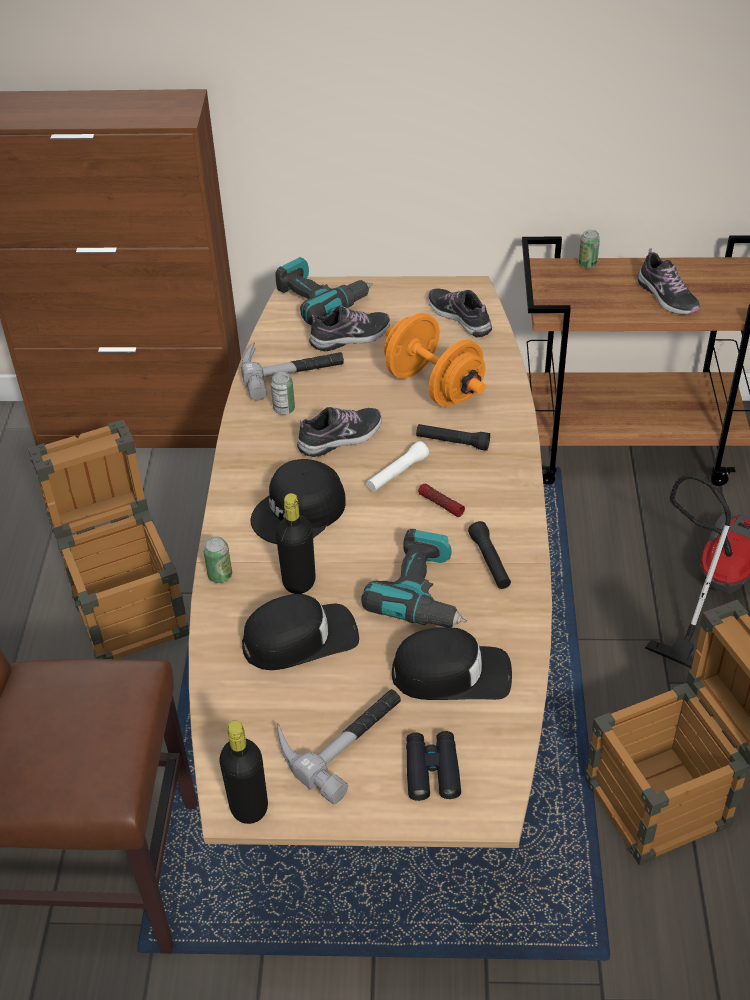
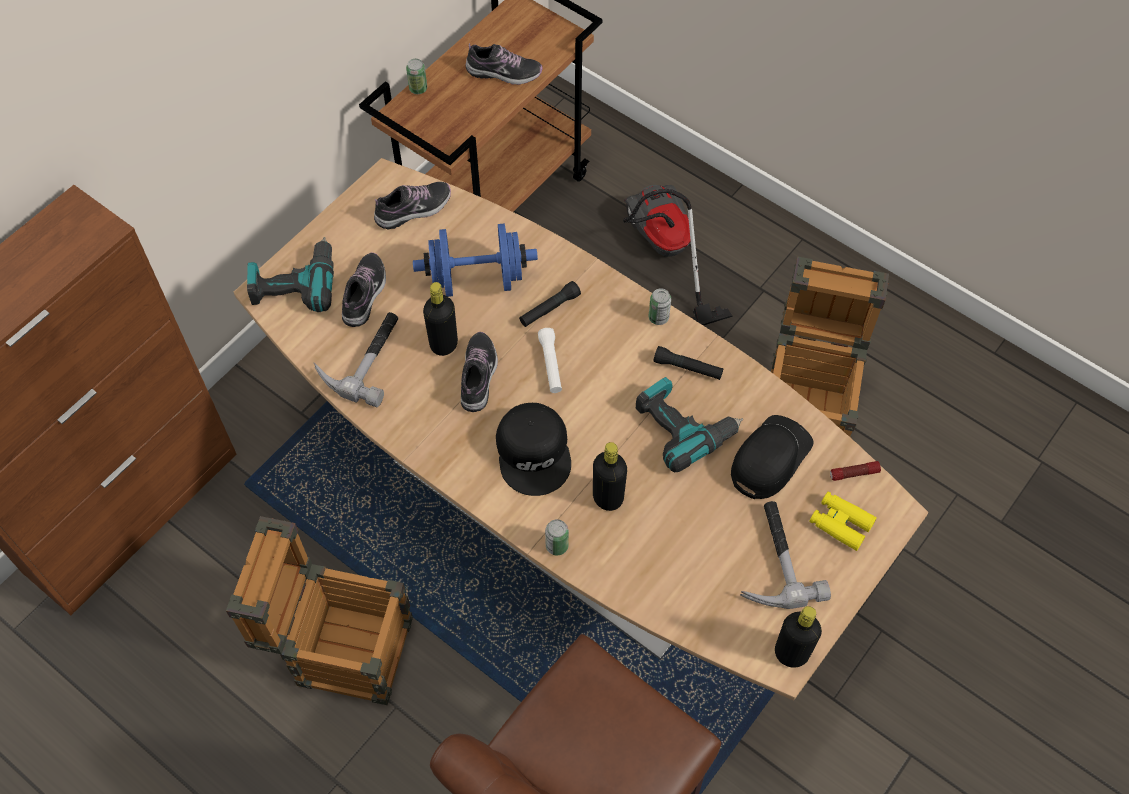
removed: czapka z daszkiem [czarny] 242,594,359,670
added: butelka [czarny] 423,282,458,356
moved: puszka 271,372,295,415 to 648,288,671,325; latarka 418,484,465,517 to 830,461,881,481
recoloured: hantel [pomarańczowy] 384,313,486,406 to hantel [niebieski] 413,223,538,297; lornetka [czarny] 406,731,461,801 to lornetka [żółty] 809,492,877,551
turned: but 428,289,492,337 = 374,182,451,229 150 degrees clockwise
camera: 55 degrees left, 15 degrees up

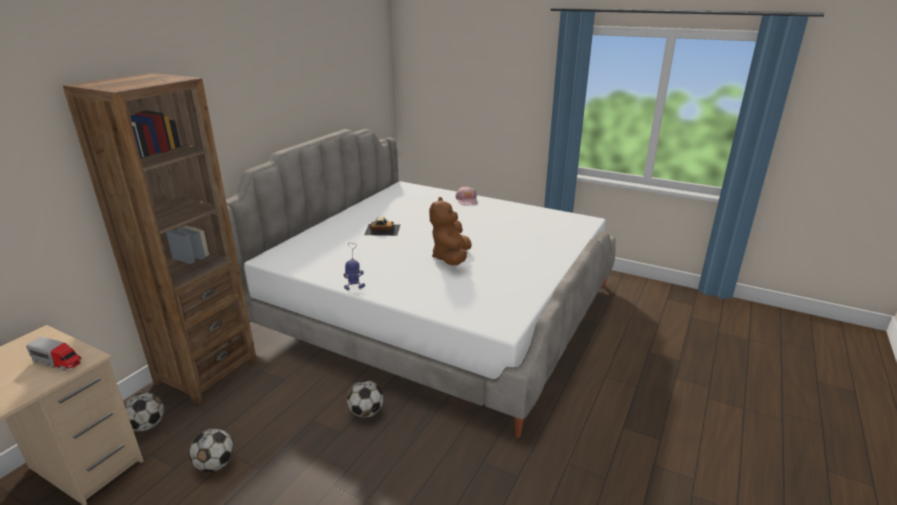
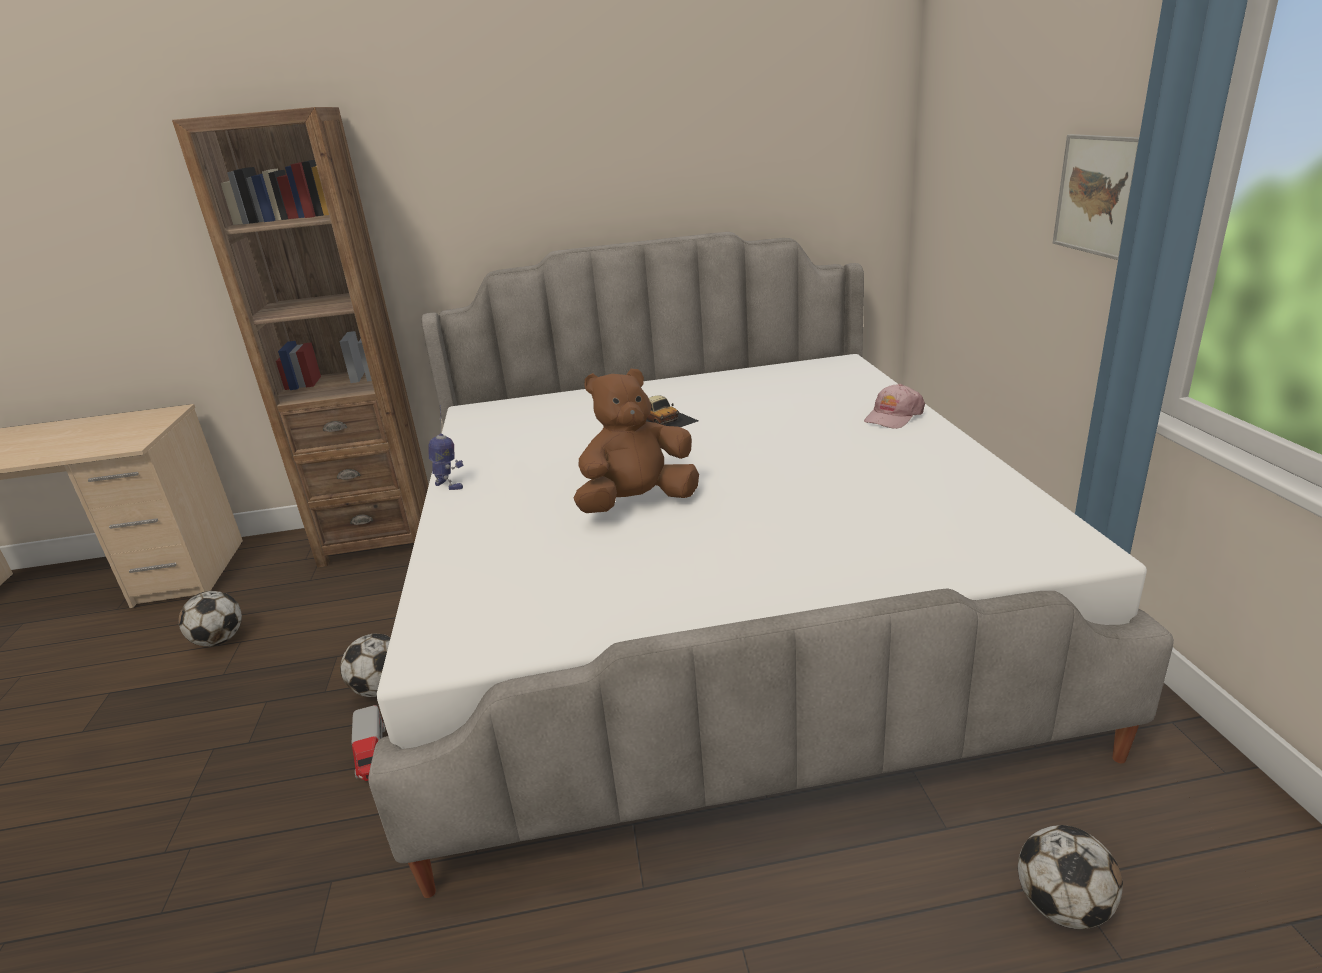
added: obraz 1053,134,1139,260
moved: ciężarówka zabawkowa 26,337,82,371 to 352,705,385,781; piłka futbolowa 124,392,164,431 to 1018,825,1123,929
camera: 55 degrees right, 0 degrees up

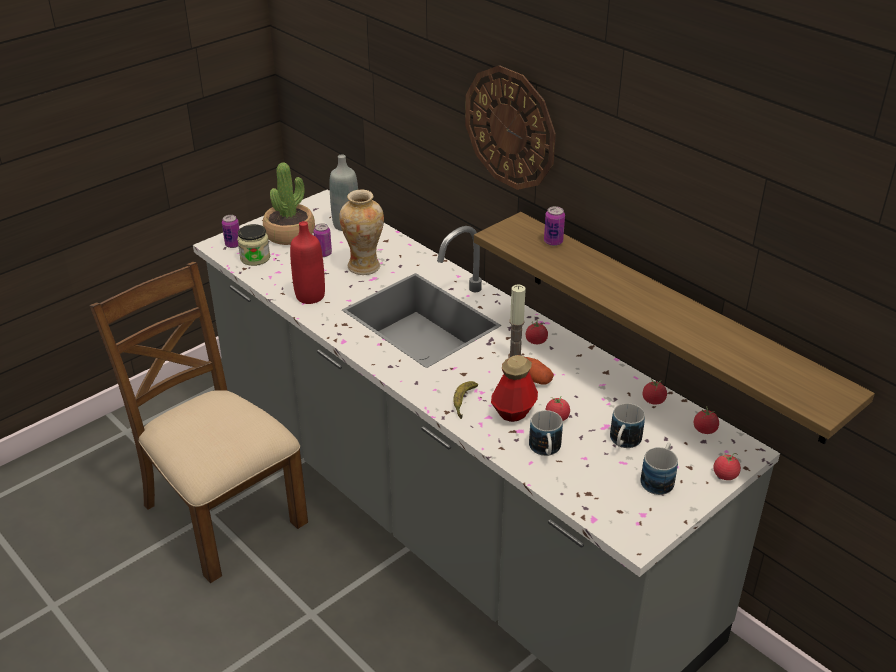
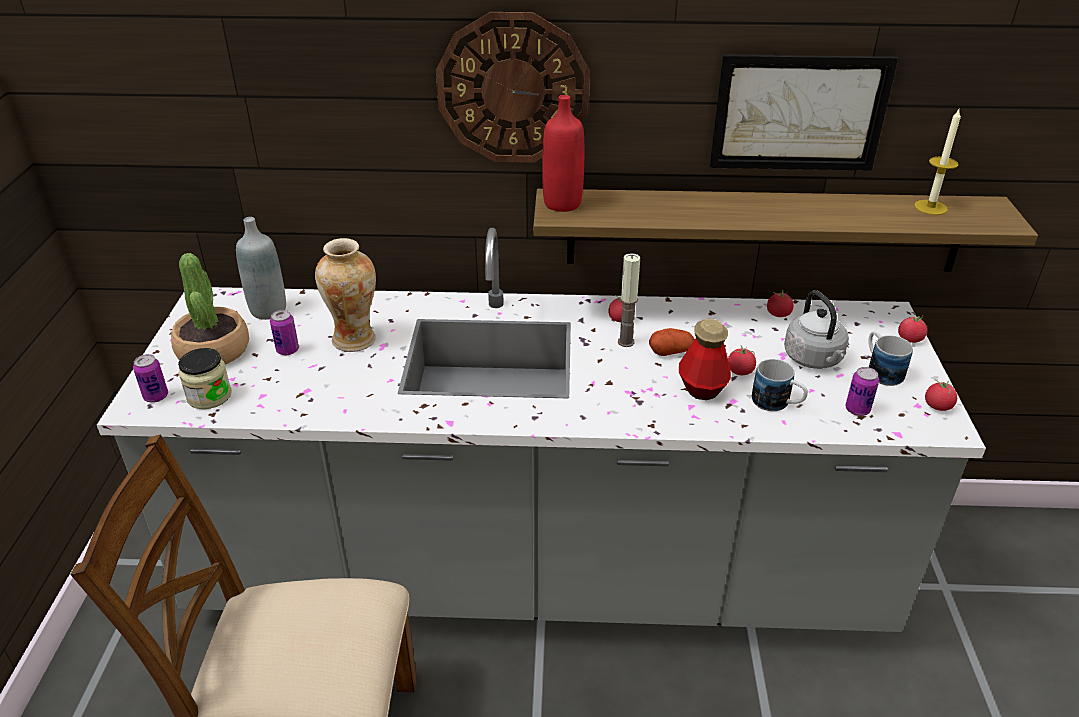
removed: banan 453,381,478,419
added: obraz 709,54,898,171; świeca 914,109,961,215
moved: puszka 544,206,565,246 to 845,367,879,416; butelka [czerwony] 290,221,325,304 to 542,95,584,212; pomidor 694,408,719,434 to 925,380,957,411
replaced: kubek 610,403,645,448 to czajnik [szary] 784,290,849,369
camera: 45 degrees left, 0 degrees up

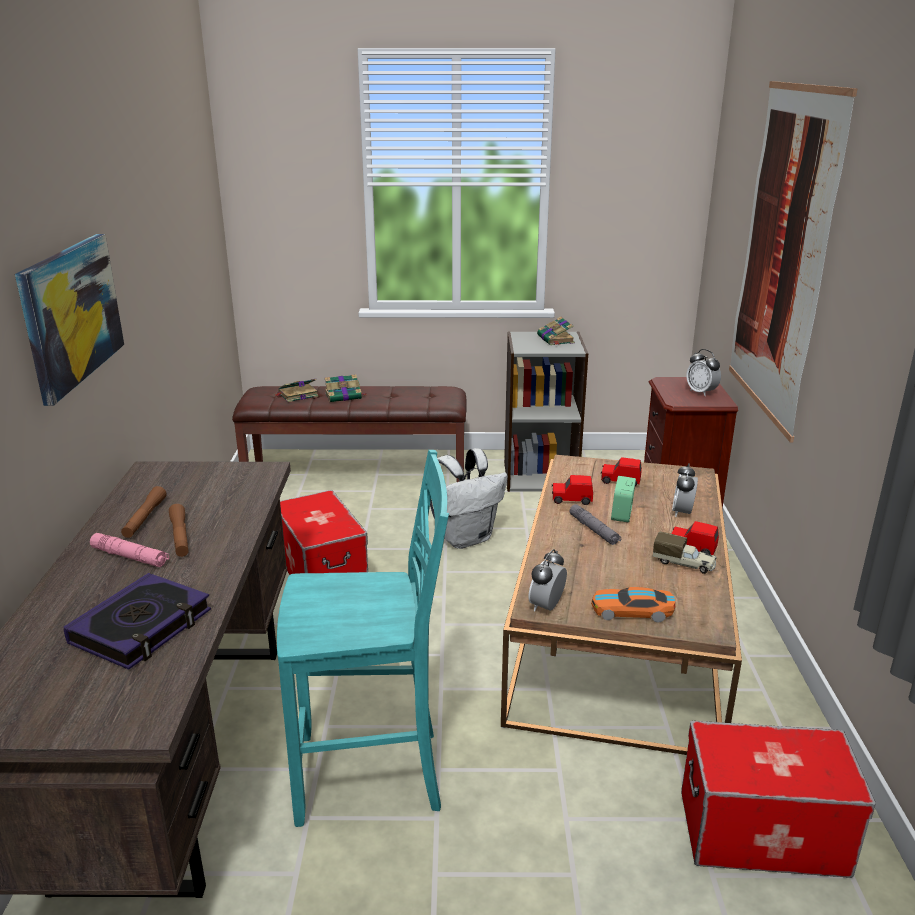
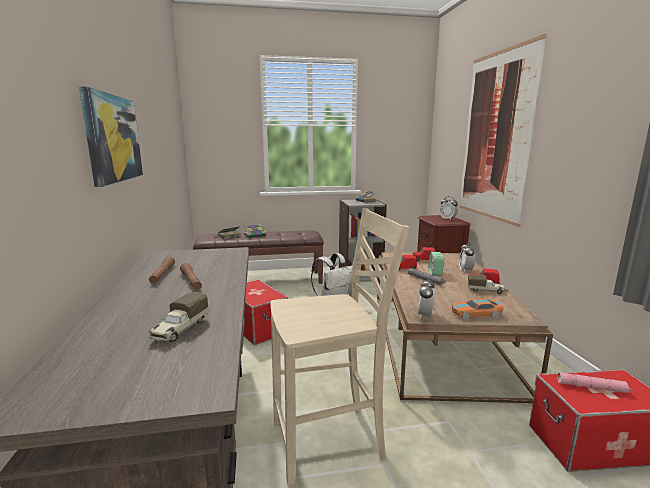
moved: latarka [różowy] 90,533,169,567 to 557,373,631,393
replaced: książka 63,573,211,670 to ciężarówka zabawkowa 149,292,208,342
recoloured: krzesło [turkusowy] 277,450,449,827 to krzesło [beżowy] 270,208,409,486
camera: 10 degrees left, 10 degrees down

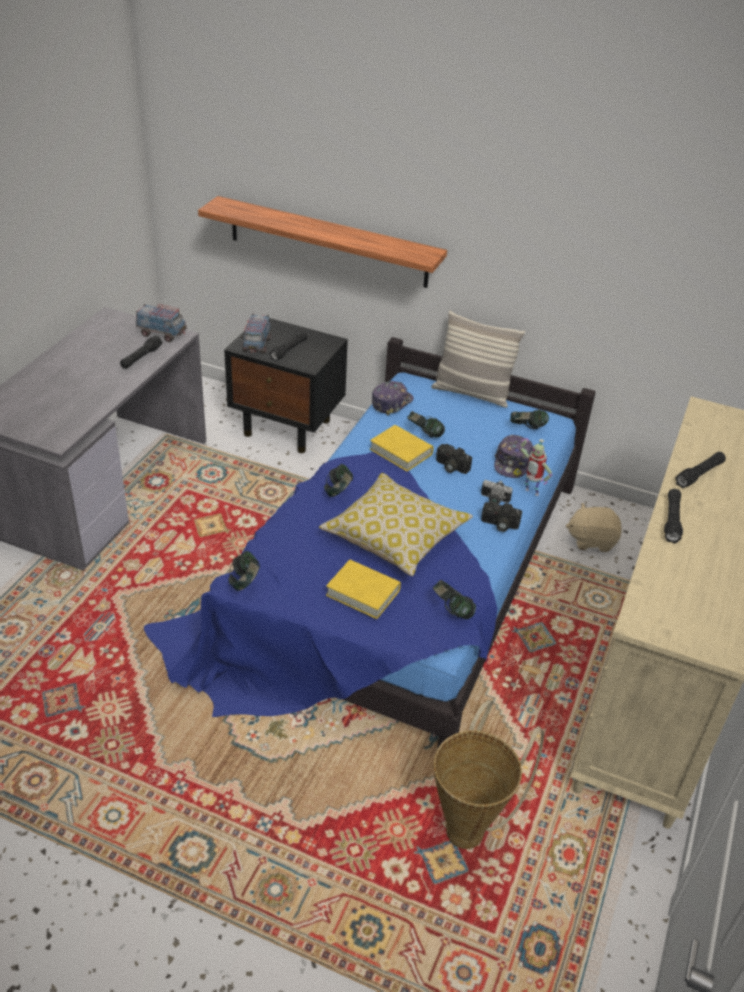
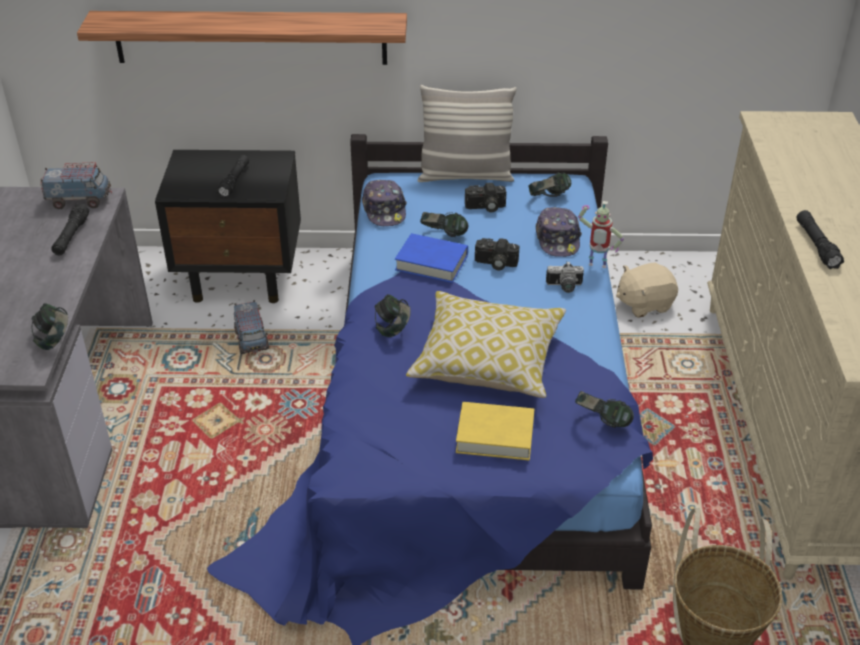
removed: latarka [czarny] 675,452,726,488
moved: ciężarówka zabawkowa 242,314,271,354 to 234,300,269,354; aparat fotograficzny 481,501,522,532 to 465,183,506,212; słuchawki 228,551,260,591 to 32,303,68,350
recoloured: książka [żółty] 370,425,433,471 to książka [niebieski] 395,233,468,283
turned: czapka z daszkiem 372,381,414,416 = 362,180,407,226 150 degrees clockwise
camera: 20 degrees left, 0 degrees up

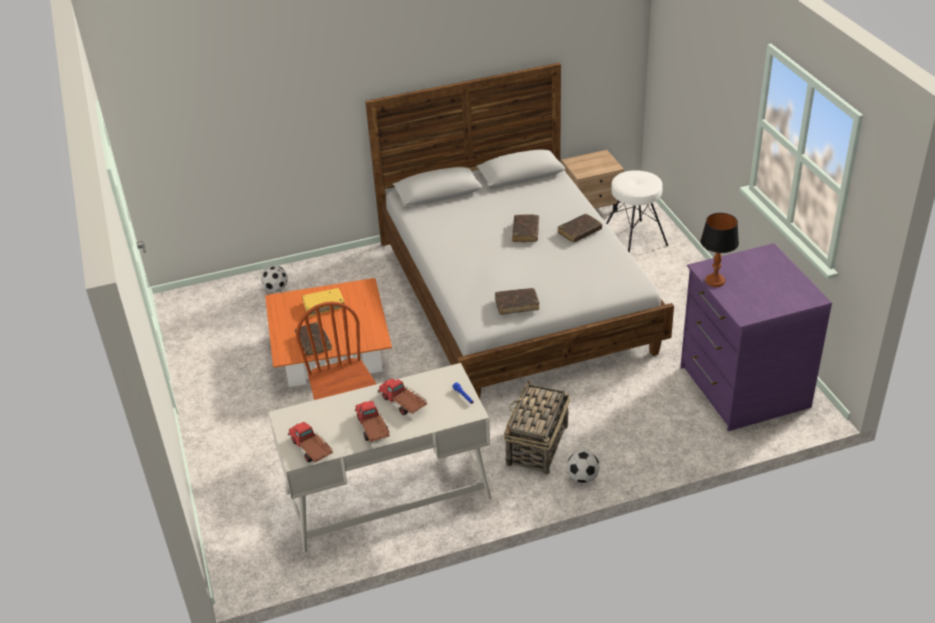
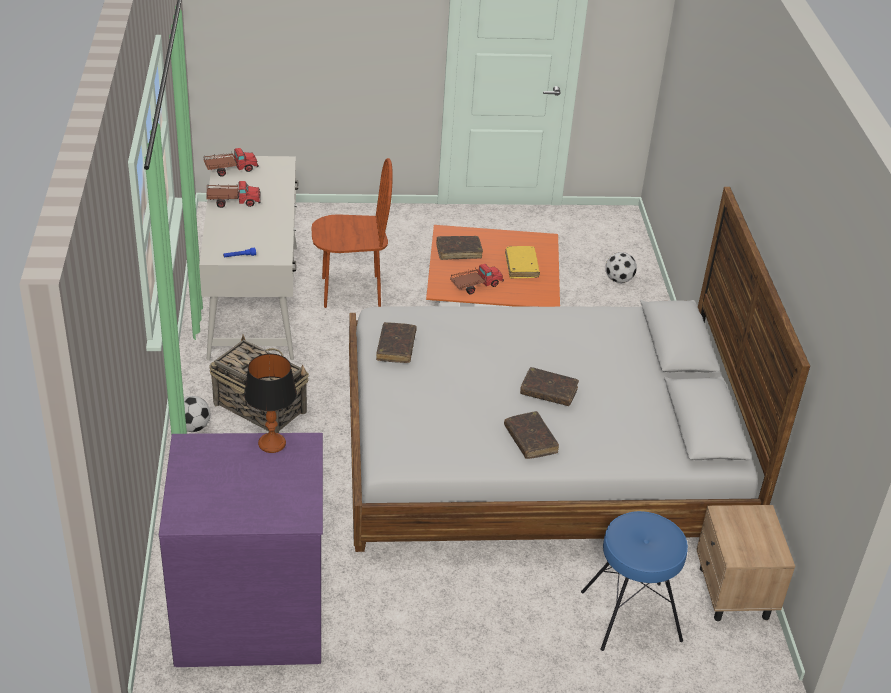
moved: ciężarówka zabawkowa 378,379,427,415 to 450,264,504,294
recoloured: stołek [biały] 606,170,668,253 to stołek [niebieski] 581,511,688,651
camera: 100 degrees right, 0 degrees up

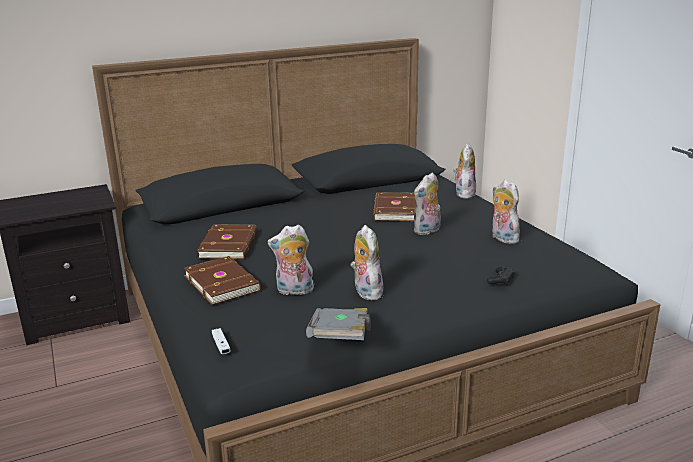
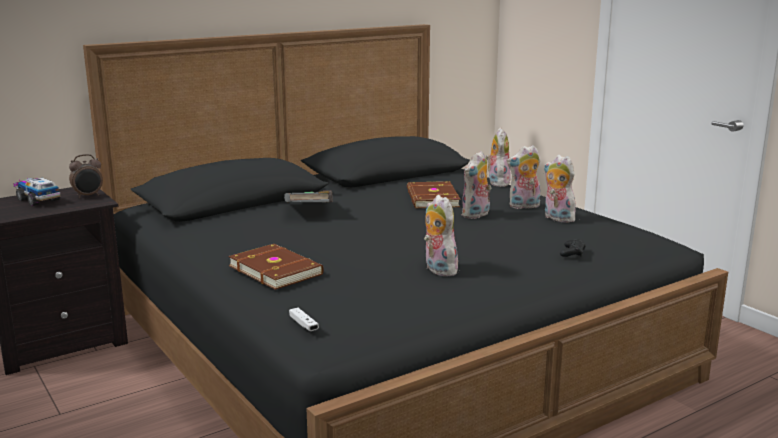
removed: książka [brązowy] 197,225,257,259
added: budzik 69,154,103,198; ciężarówka zabawkowa 13,178,61,206
moved: pluszak 268,225,314,295 to 507,145,541,209; książka [szary] 306,308,371,340 to 284,190,333,202
camera: 10 degrees left, 5 degrees down

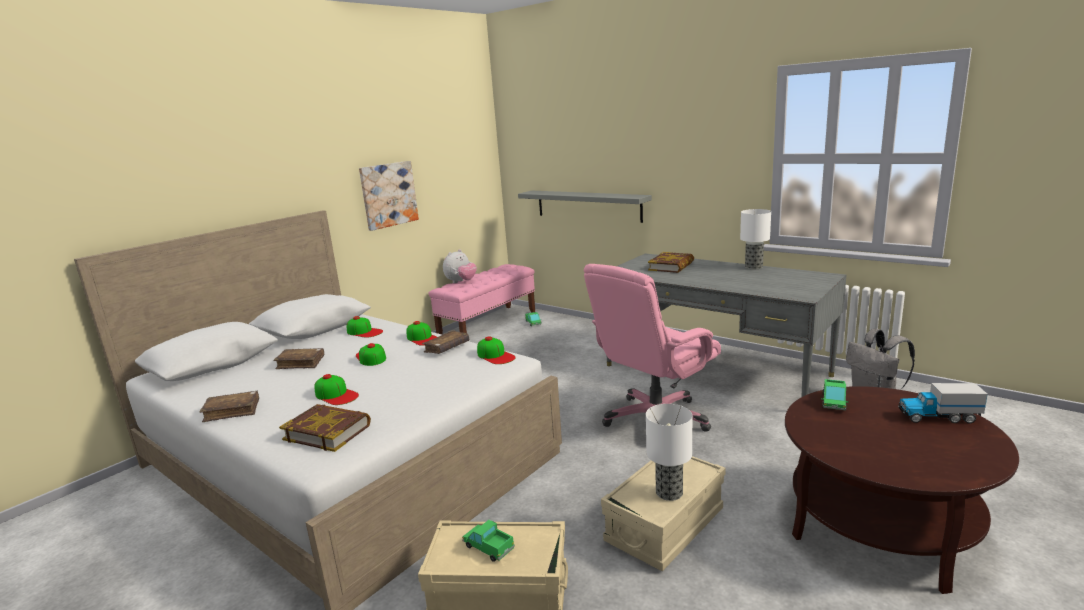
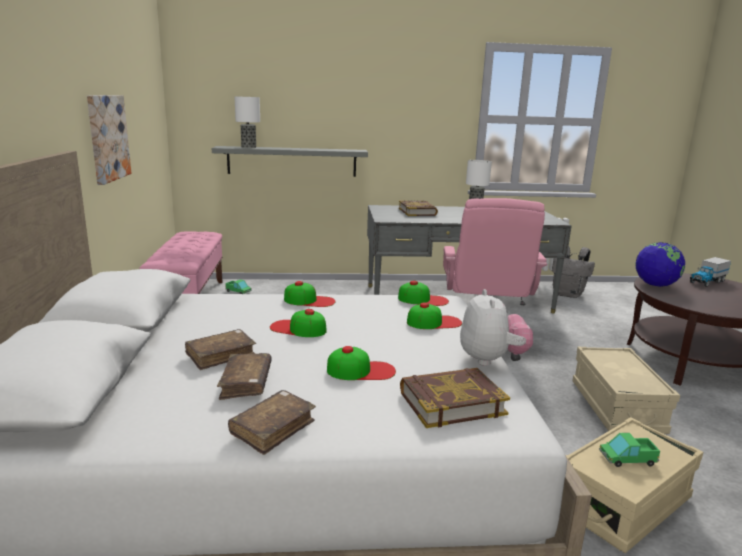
moved: pluszak 443,249,477,283 to 460,289,533,366; czapka z daszkiem 347,316,383,338 to 407,302,462,329; książka [brązowy] 422,330,469,354 to 217,353,272,400; lampa stołowa 646,404,692,501 to 234,96,260,148
replaced: ciężarówka zabawkowa 821,379,849,410 to globus 635,242,685,287
camera: 45 degrees left, 0 degrees up

